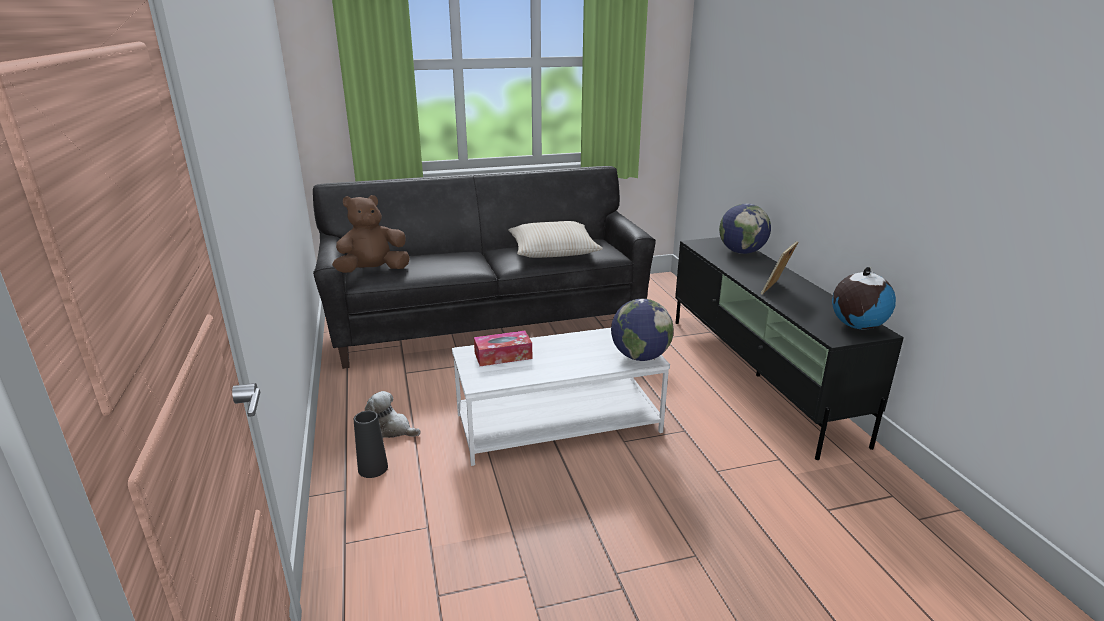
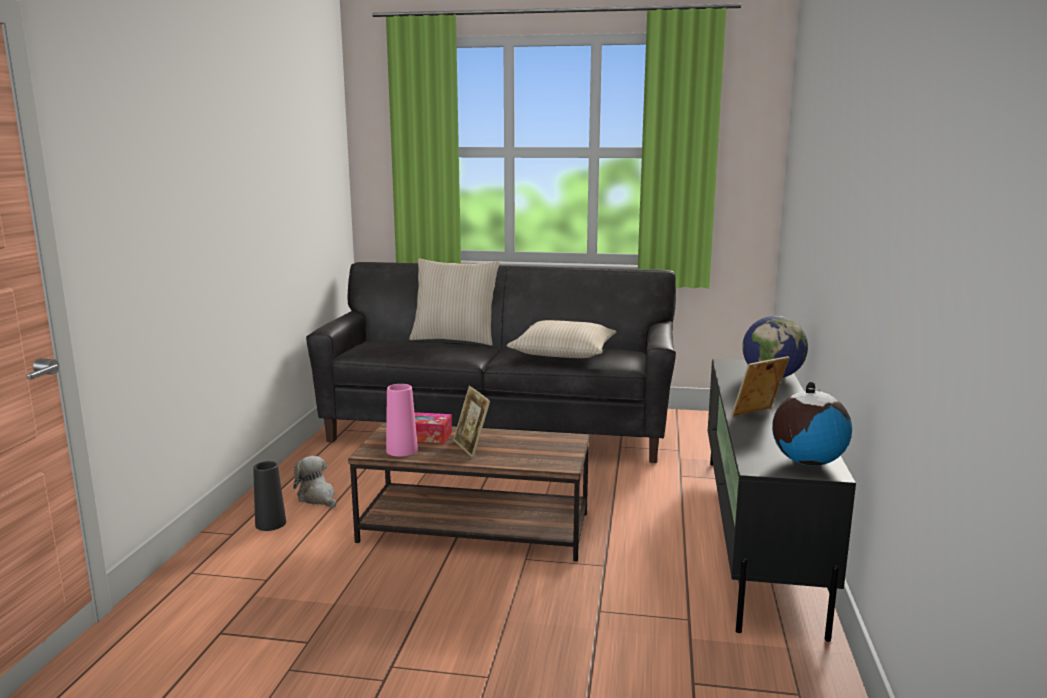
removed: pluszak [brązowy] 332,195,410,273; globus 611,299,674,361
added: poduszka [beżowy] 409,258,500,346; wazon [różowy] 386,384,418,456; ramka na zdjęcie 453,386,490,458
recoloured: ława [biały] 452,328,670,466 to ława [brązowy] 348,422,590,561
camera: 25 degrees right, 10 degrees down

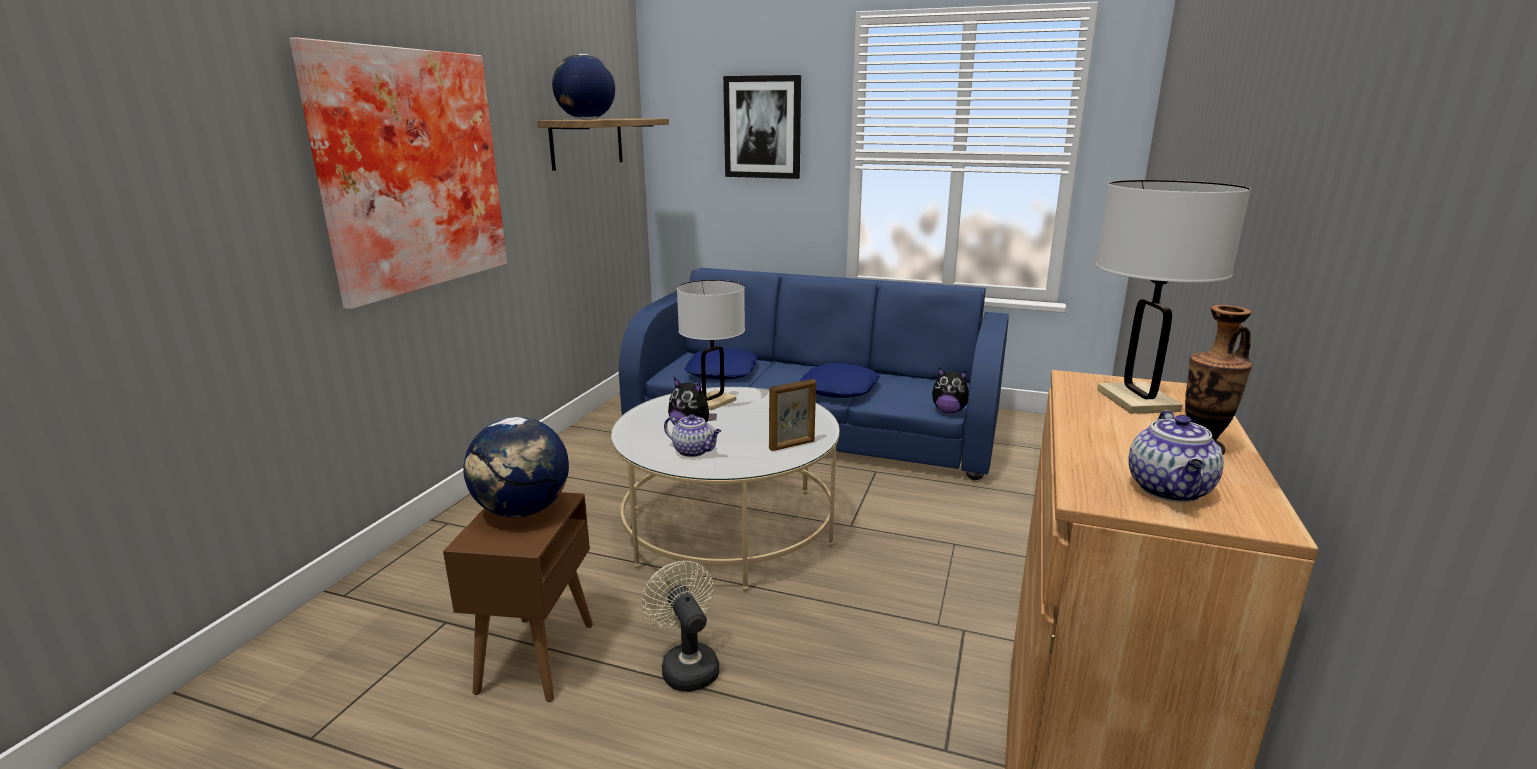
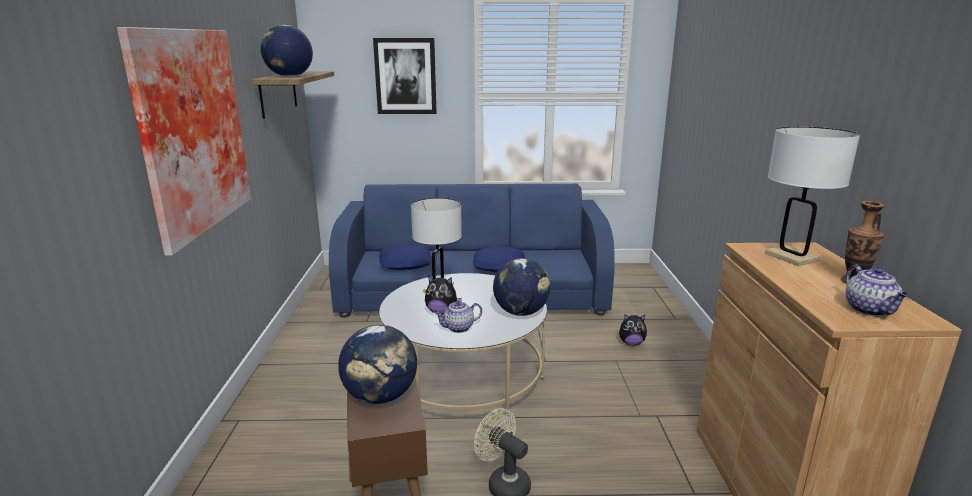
moved: pluszak 932,368,969,413 to 619,314,647,346
replaced: ramka na zdjęcie 769,379,816,451 to globus 493,258,550,316
turned: imbryk 664,414,721,457 = 434,301,482,333 150 degrees clockwise
camera: 20 degrees left, 0 degrees up

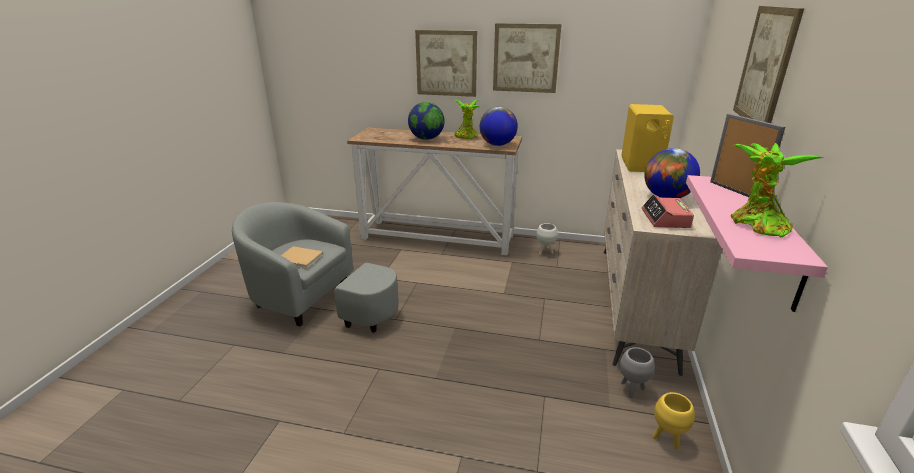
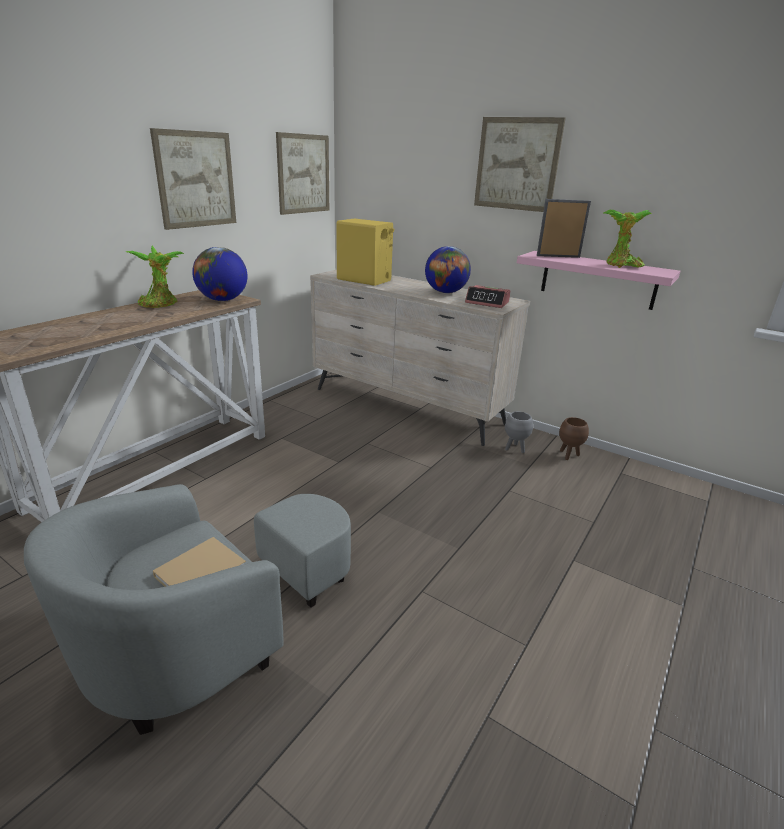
removed: globus 408,102,445,140; donica [biały] 536,223,558,255
moved: obraz 415,30,477,97 to 276,132,329,215
recoloured: donica [żółty] 652,392,695,450 to donica [brązowy] 559,417,589,460
camera: 70 degrees left, 0 degrees up

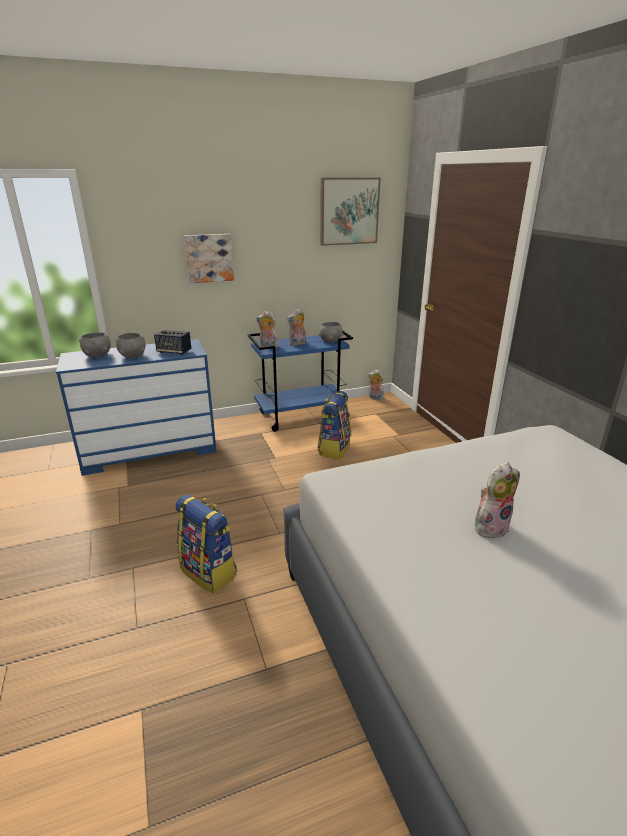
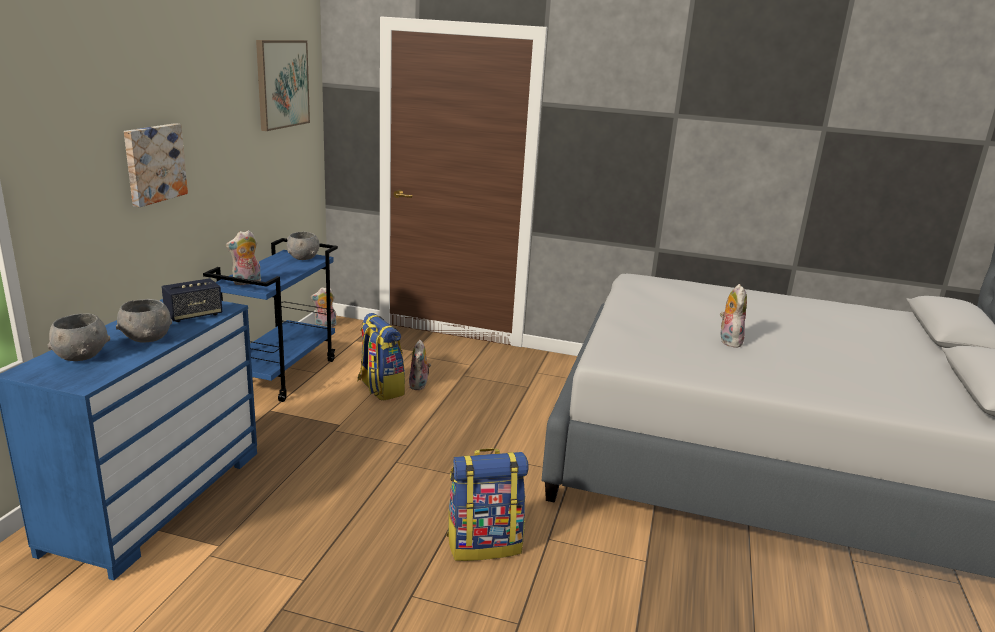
moved: pluszak 287,308,306,346 to 409,340,431,390
camera: 55 degrees left, 5 degrees down

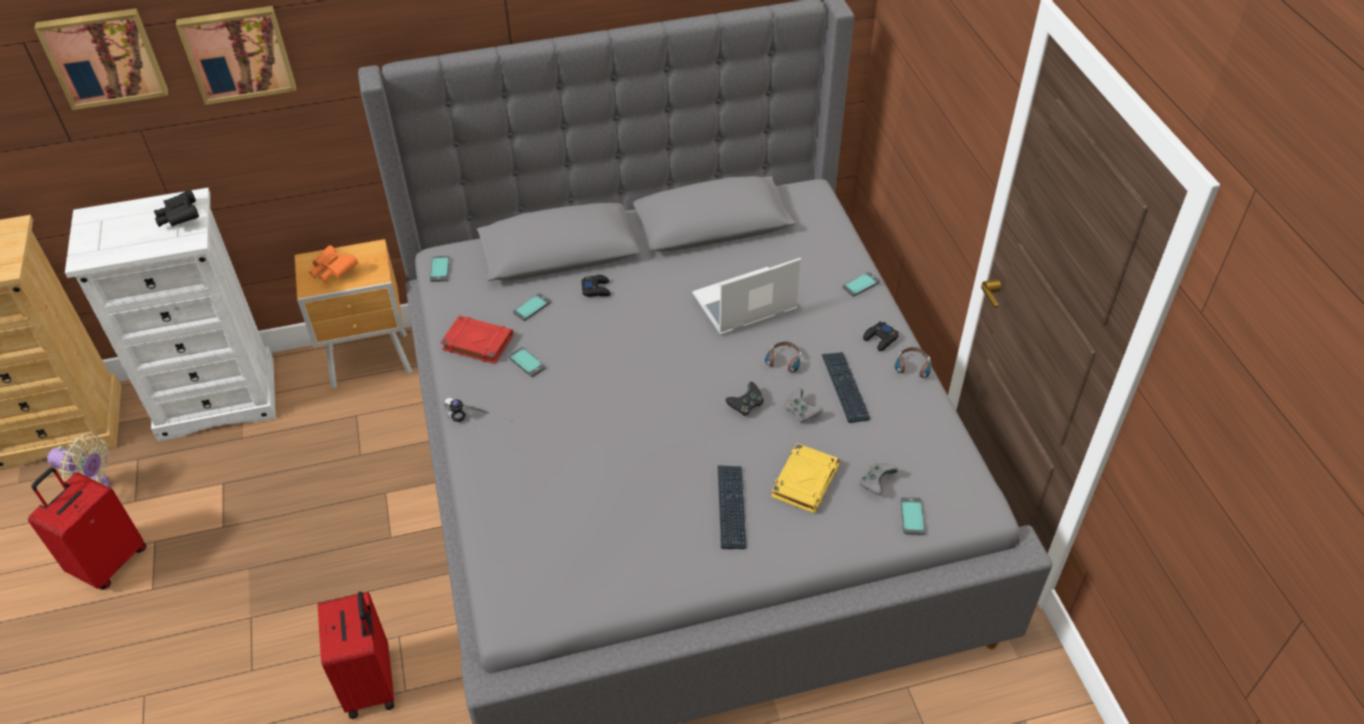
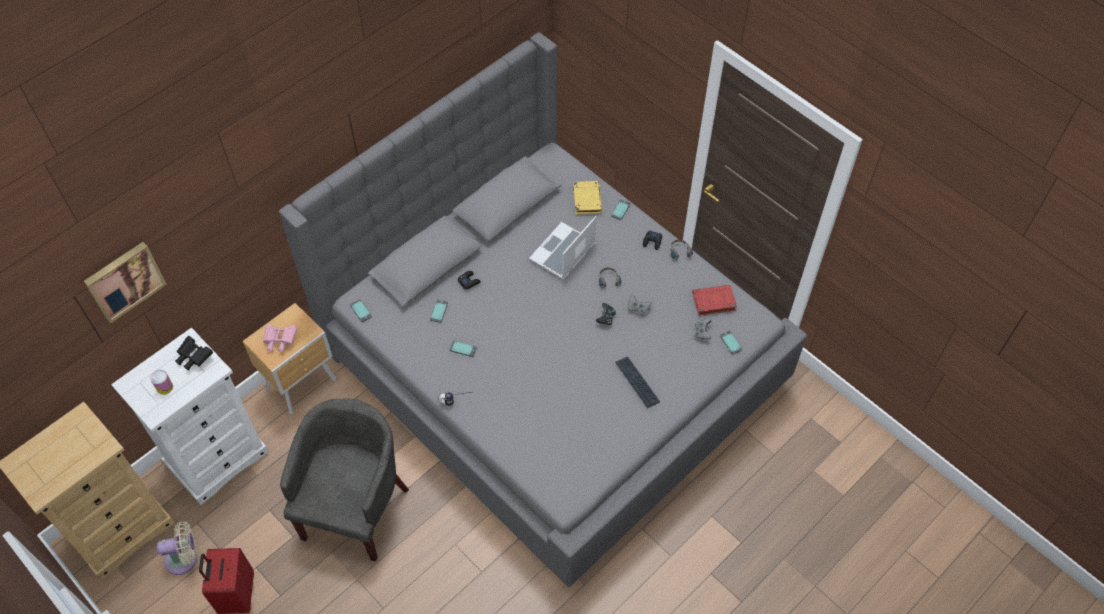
removed: obraz 176,6,296,105; klawiatura 822,352,871,423; walizka [czerwony] 318,592,394,719
added: puszka 150,370,173,395; fotel [szary] 280,399,409,562
moved: książka [czerwony] 440,315,513,364 to 693,285,737,316; książka [żółty] 771,443,840,513 to 573,181,602,215
recoloured: lornetka [pomarańczowy] 309,245,358,283 to lornetka [różowy] 263,325,297,352
camera: 30 degrees left, 10 degrees up

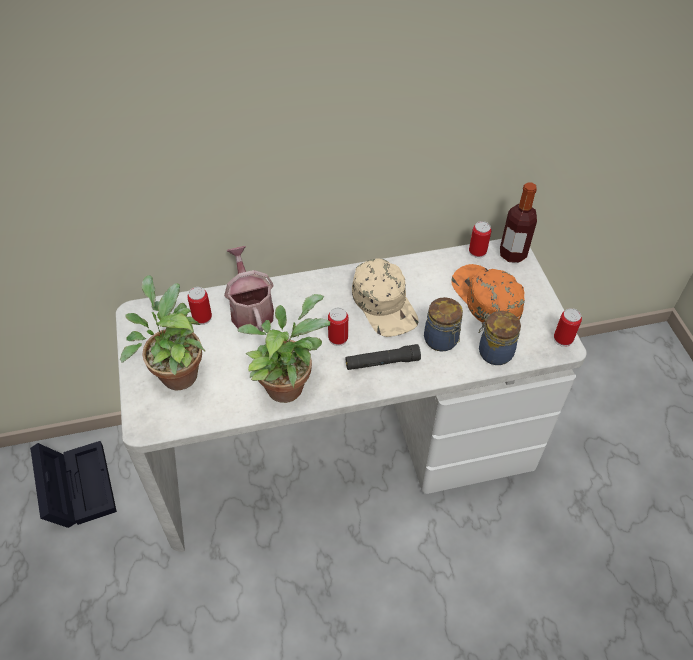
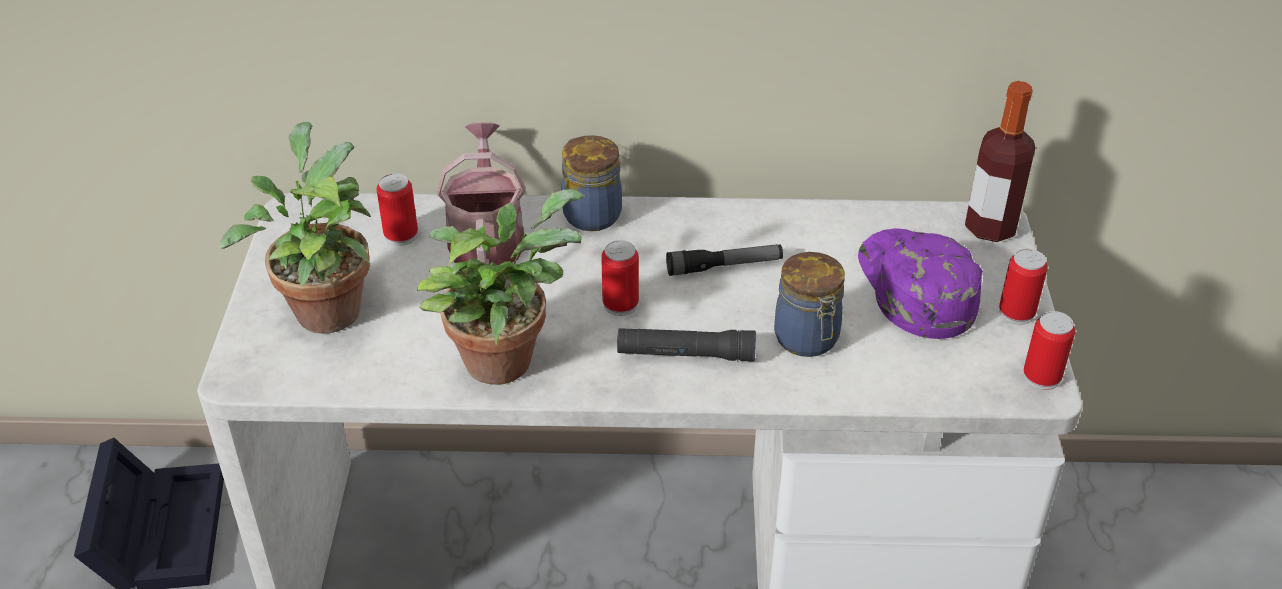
moved: puszka 469,221,492,258 to 999,248,1048,325; słoik 479,311,521,365 to 562,135,622,231
replaced: czapka z daszkiem [beżowy] 352,258,419,337 to latarka 666,244,783,276
recoloured: czapka z daszkiem [pomarańczowy] 451,264,525,322 to czapka z daszkiem [fioletowy] 858,228,983,339
camera: 15 degrees right, 10 degrees down

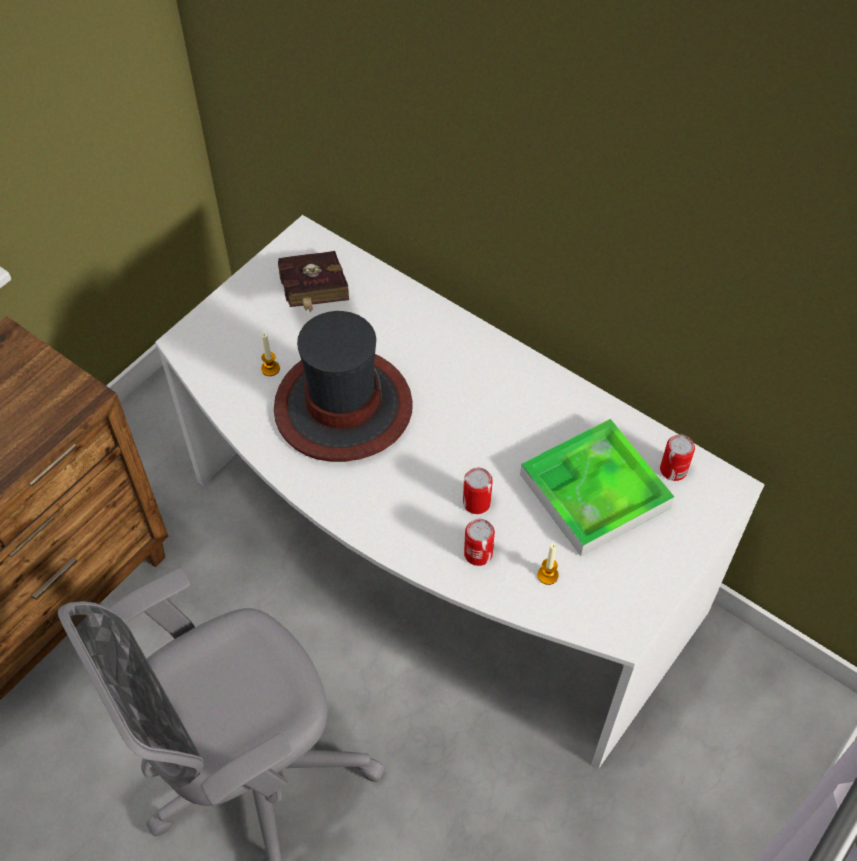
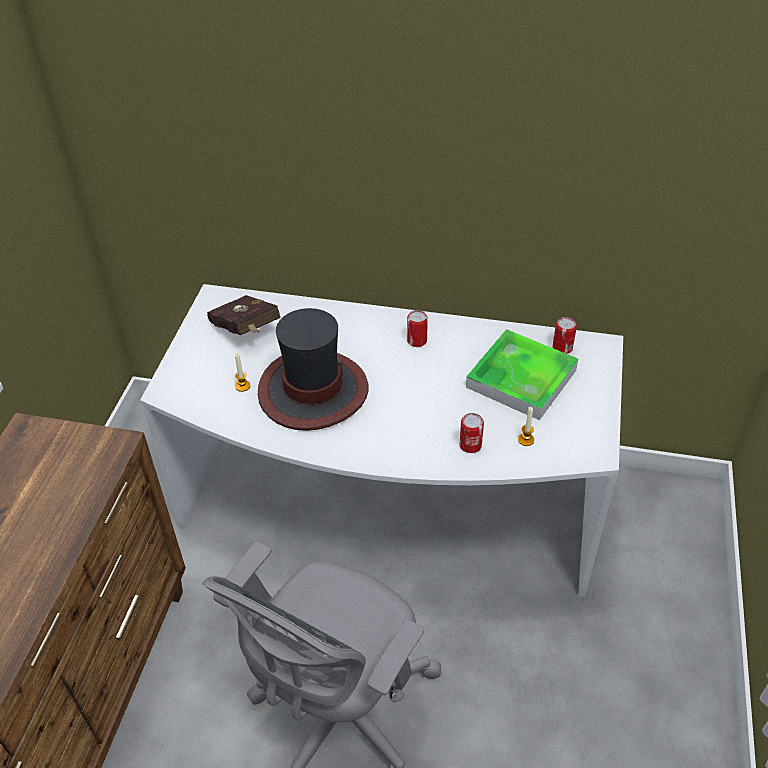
moved: puszka 463,468,493,514 to 407,310,428,347
camera: 25 degrees left, 10 degrees down

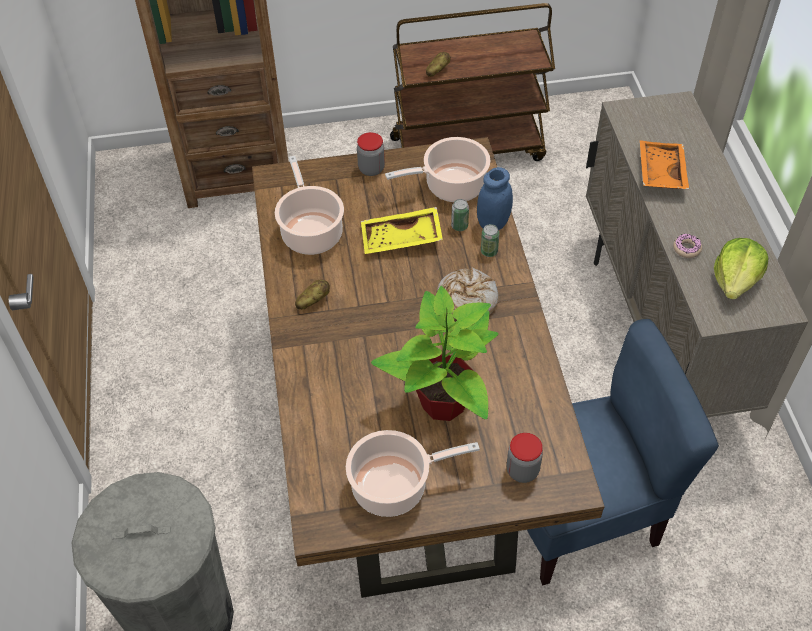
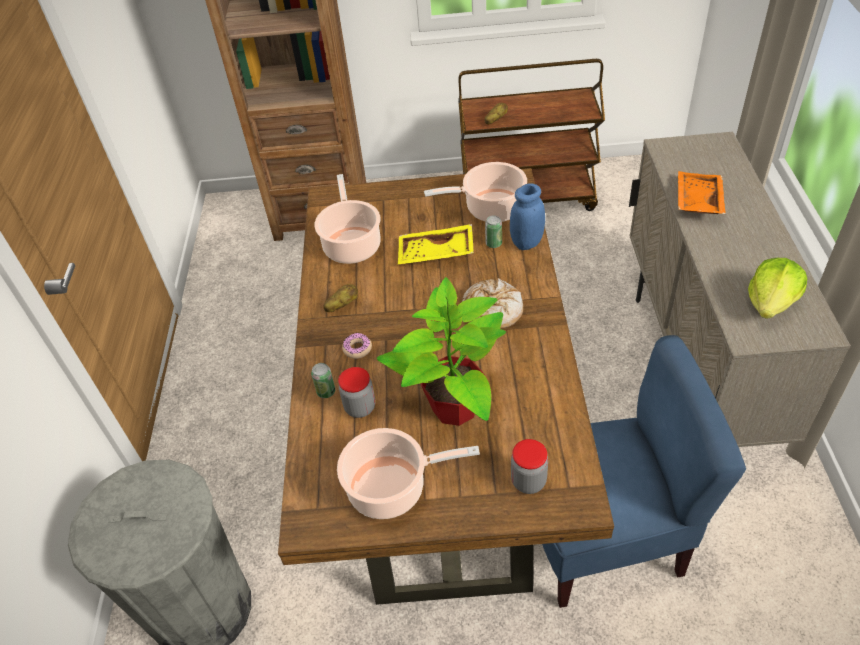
moved: słoik 357,132,385,176 to 338,367,375,418; puszka 481,224,499,257 to 311,363,335,398; donut 673,234,702,258 to 342,333,372,359
camera: 10 degrees right, 5 degrees down

